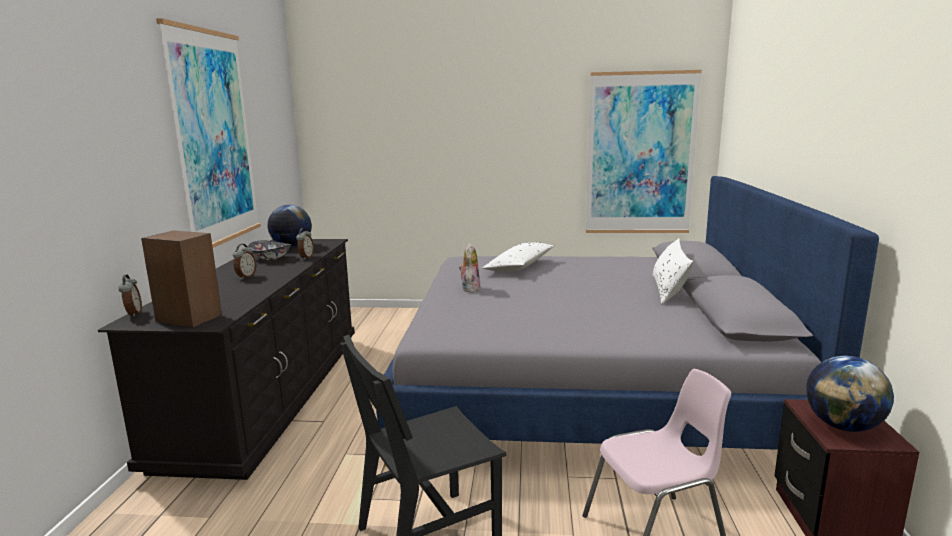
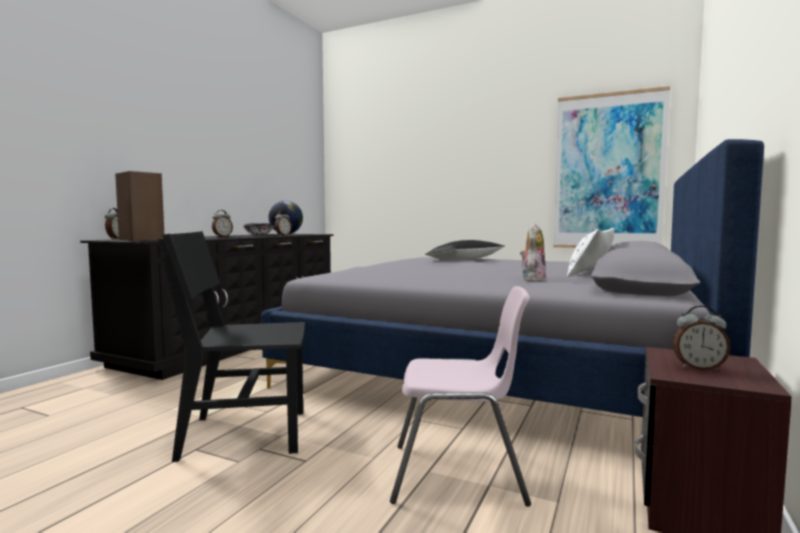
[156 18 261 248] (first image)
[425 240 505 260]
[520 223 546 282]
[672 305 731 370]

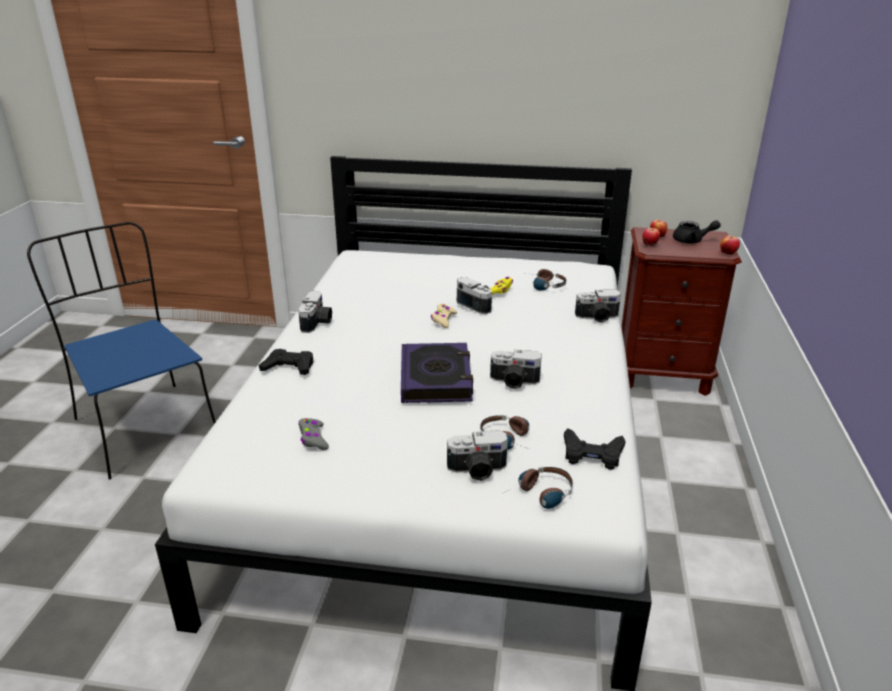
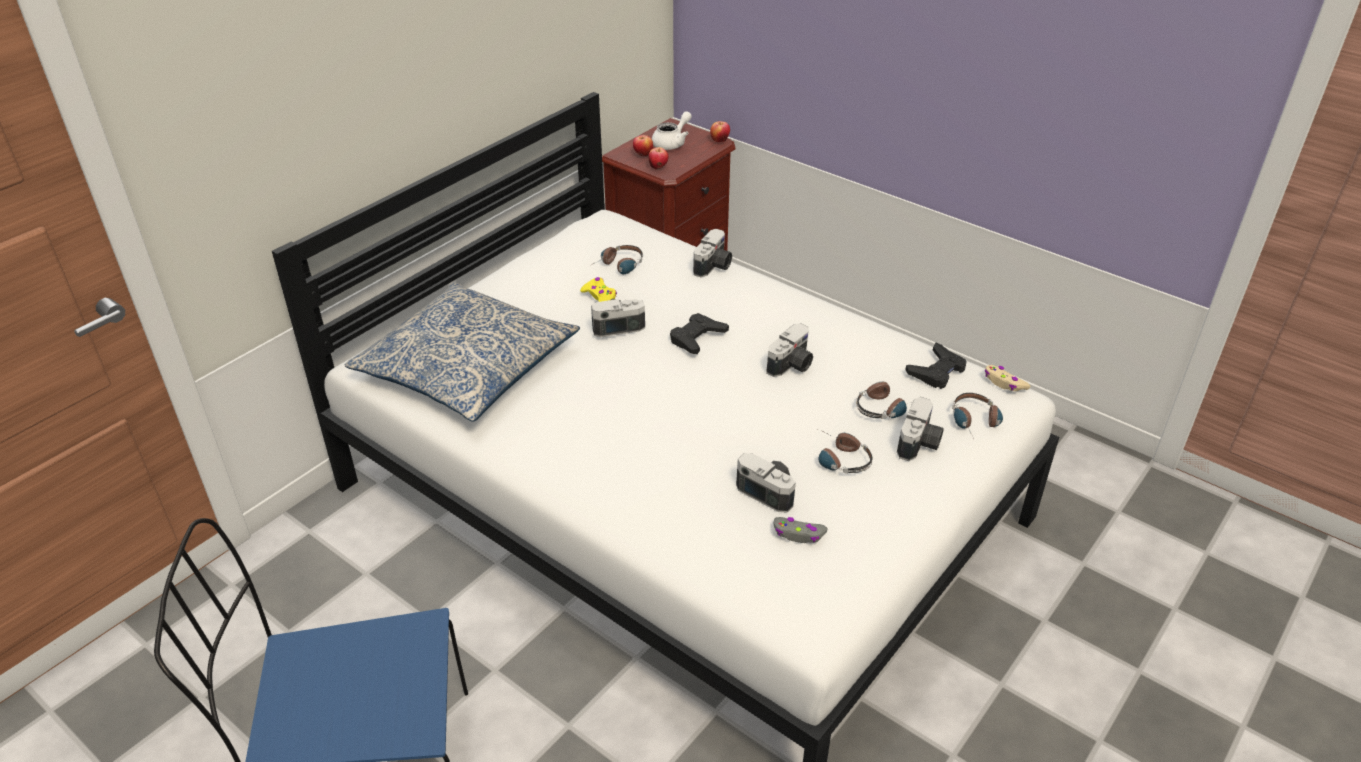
[652 111 692 150]
[736 453 796 513]
[985 365 1031 391]
[401 343 473 403] (first image)
[670 313 729 354]
[345 282 580 422]
[818 429 873 474]

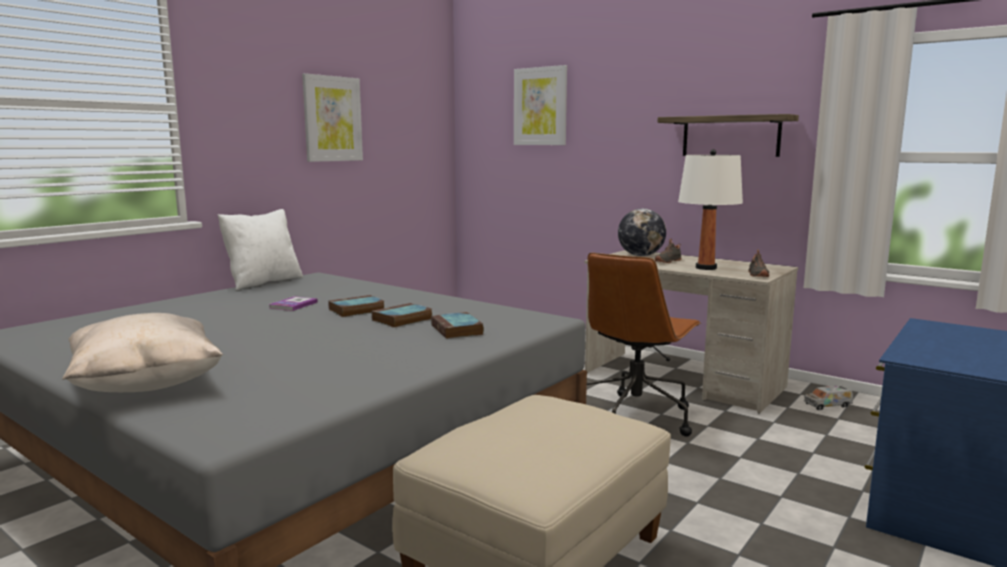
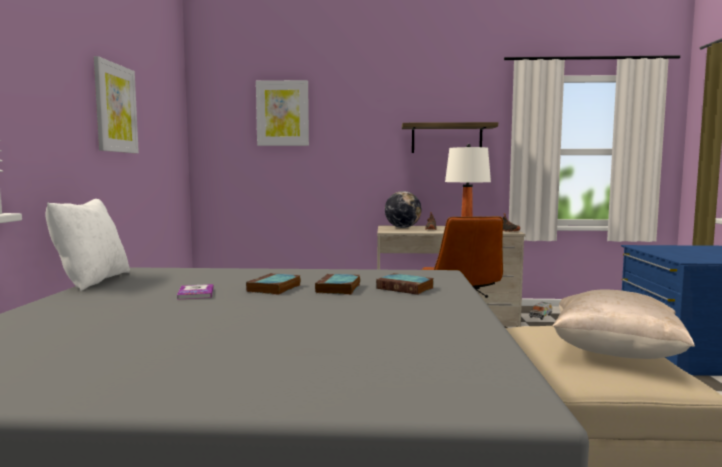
[552 289 695 359]

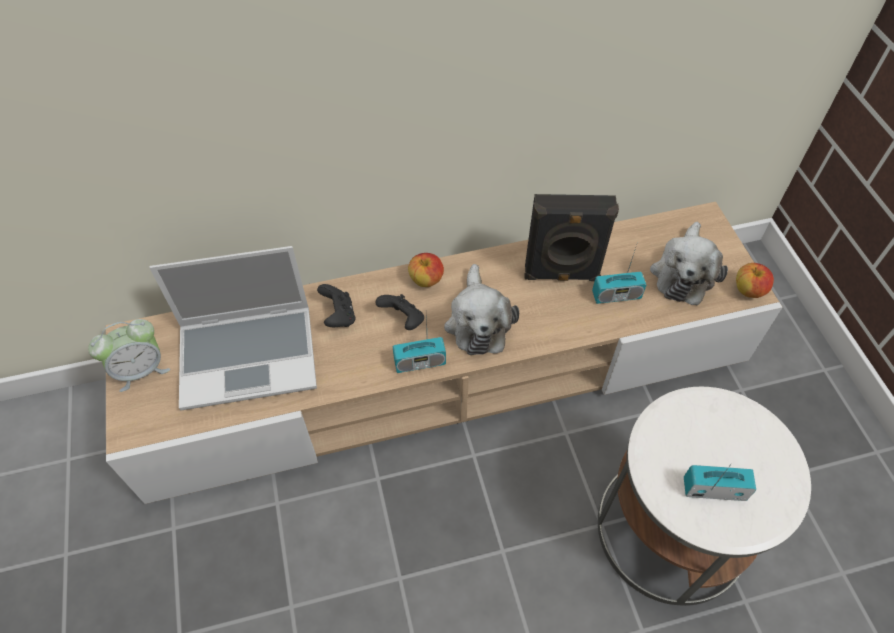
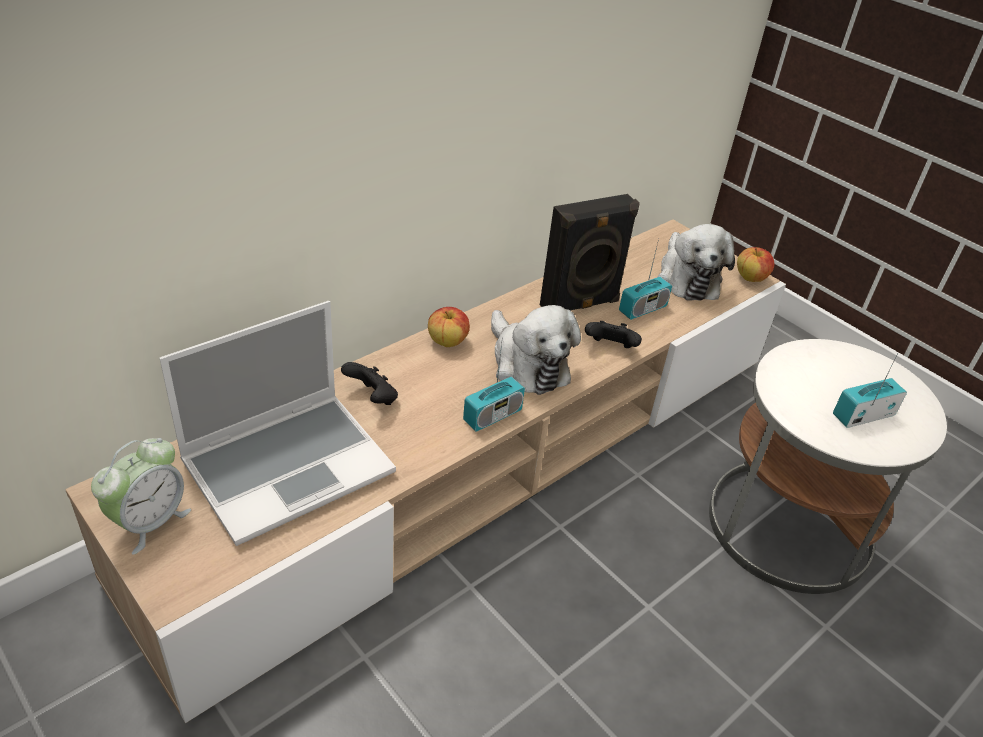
[585 321 642 348]

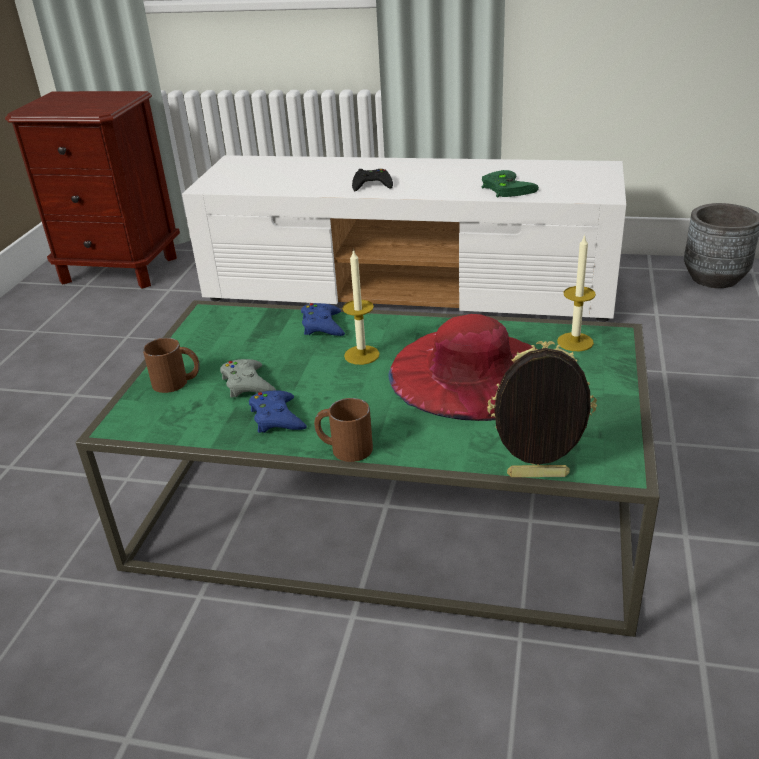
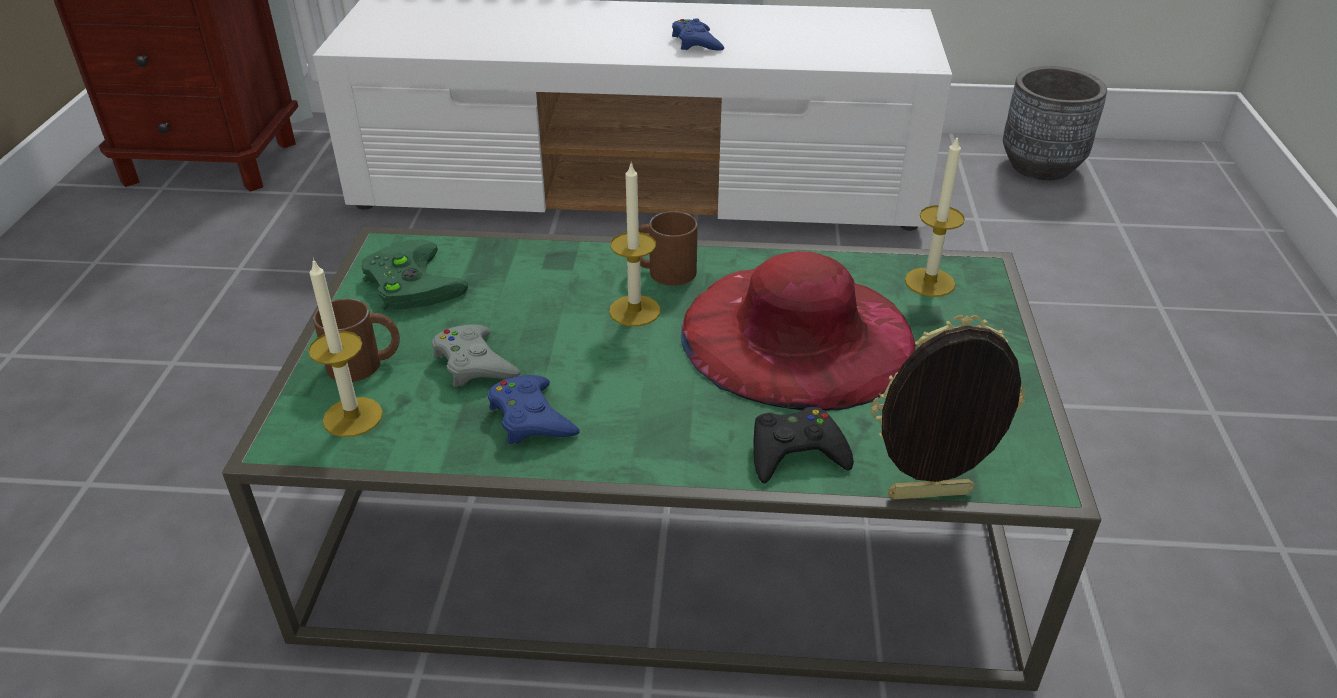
[753 407 854 483]
[362 239 468 310]
[672 18 724 51]
[639 211 698 286]
[308 258 383 437]

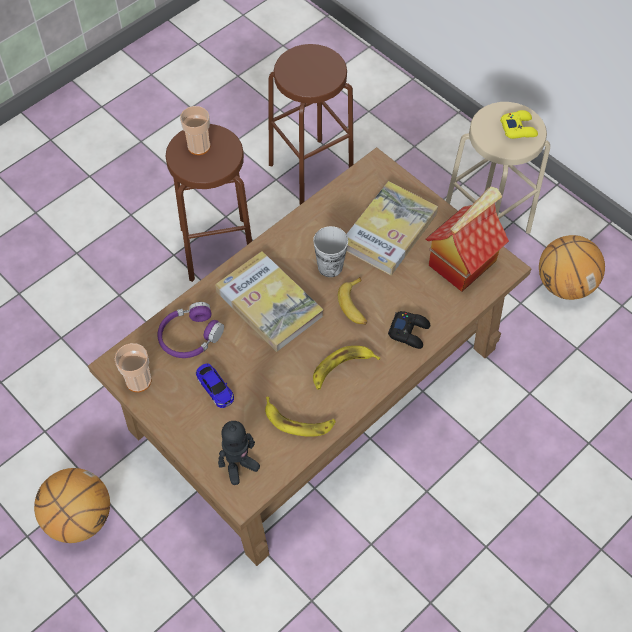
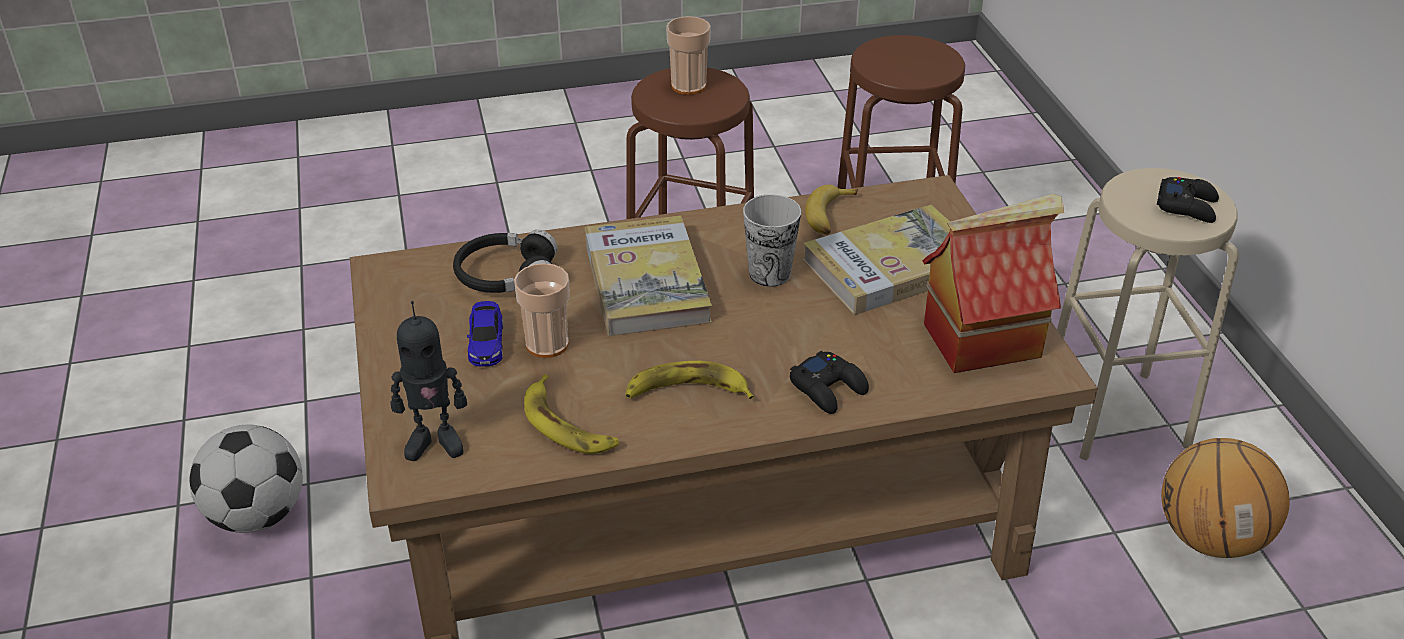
[1157 177 1219 223]
[805 185 858 235]
[453 230 558 293]
[514 263 570 358]
[189 425 303 533]

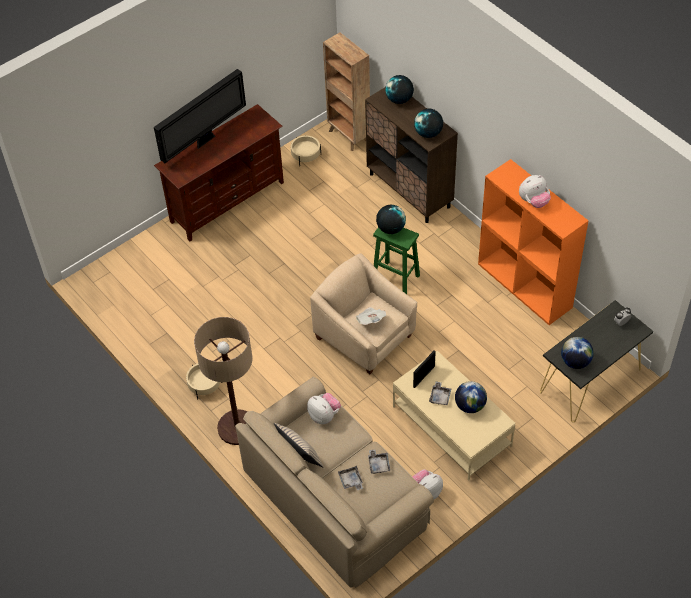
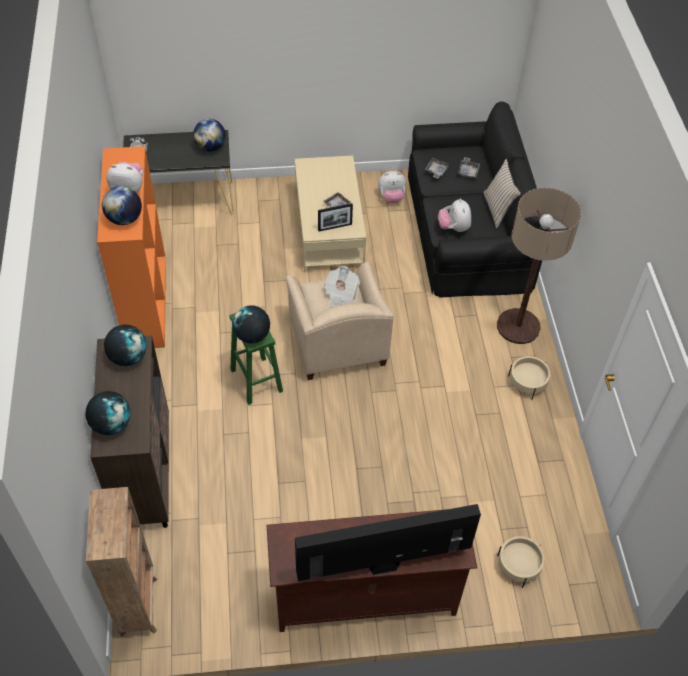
[497 536 545 588]
[408 102 550 298]
[102 186 142 225]

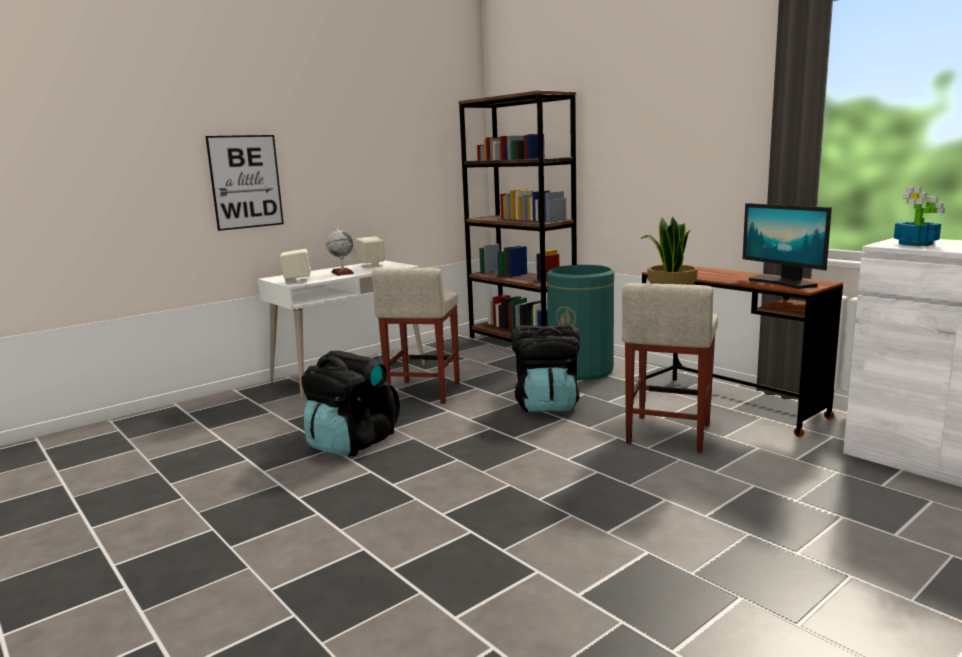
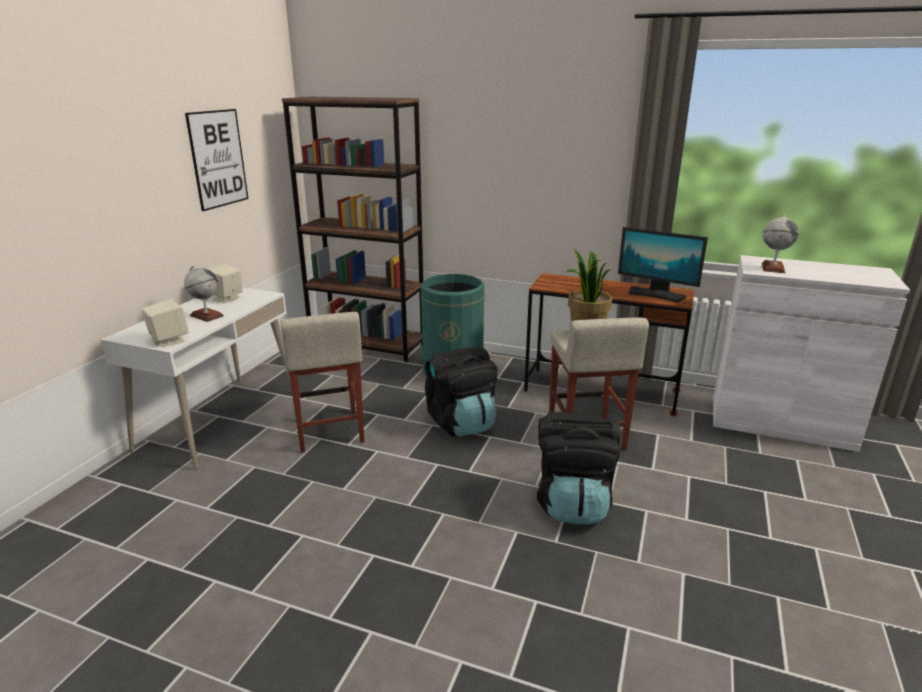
[185 109 248 211]
[762 215 799 273]
[537 412 620 524]

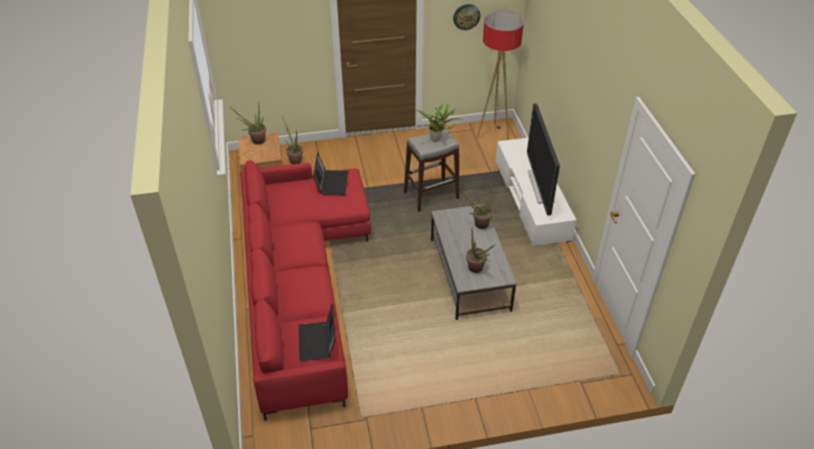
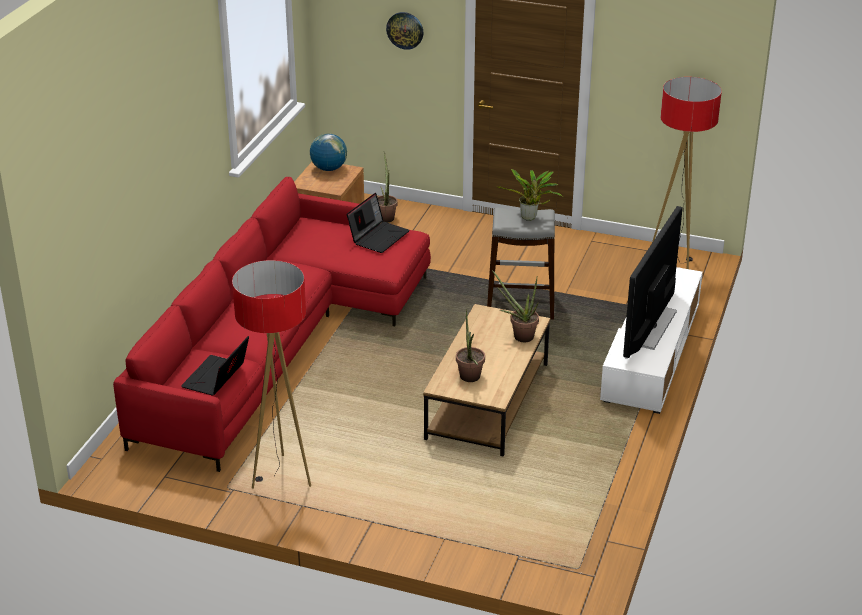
[386 12 423 50]
[310 133 347 171]
[423 304 550 456]
[232 260 311 489]

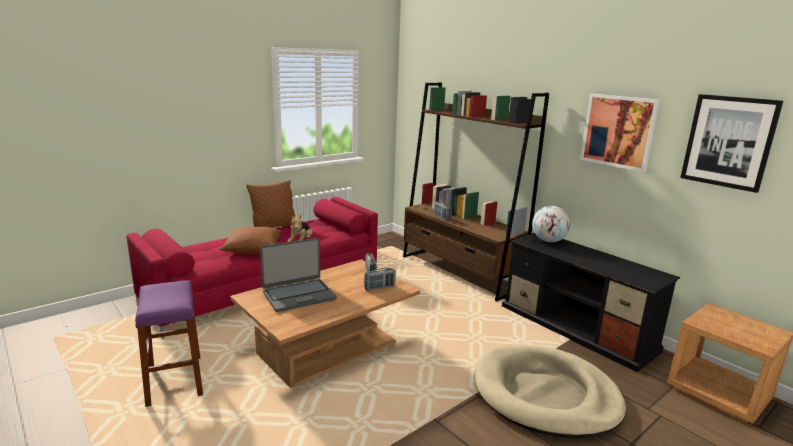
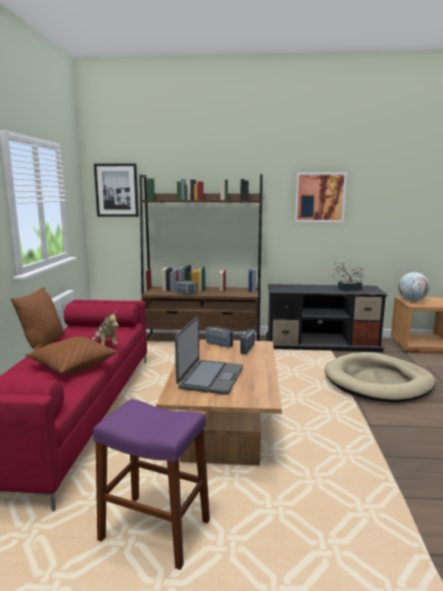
[94 163 139 217]
[398 272 430 301]
[332 262 365 291]

